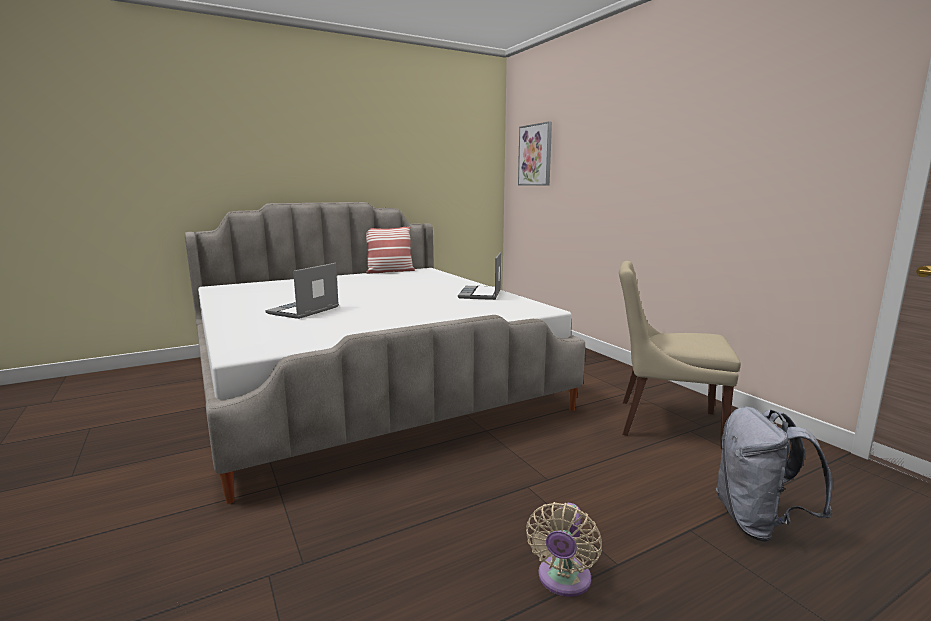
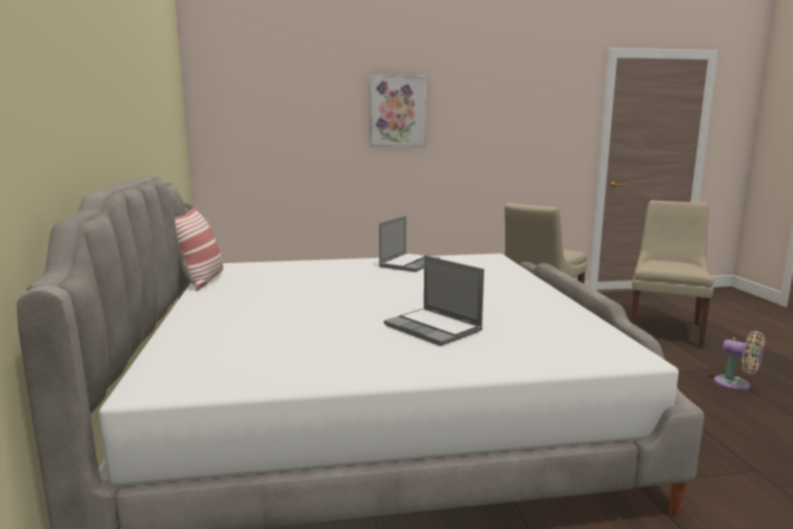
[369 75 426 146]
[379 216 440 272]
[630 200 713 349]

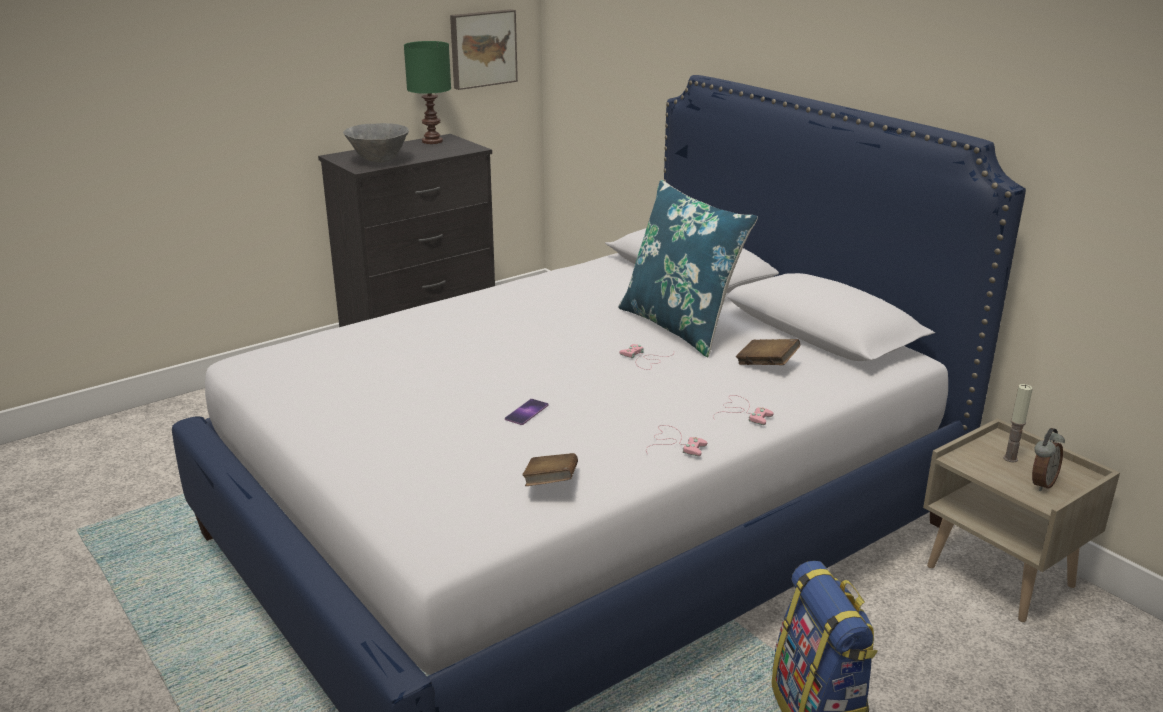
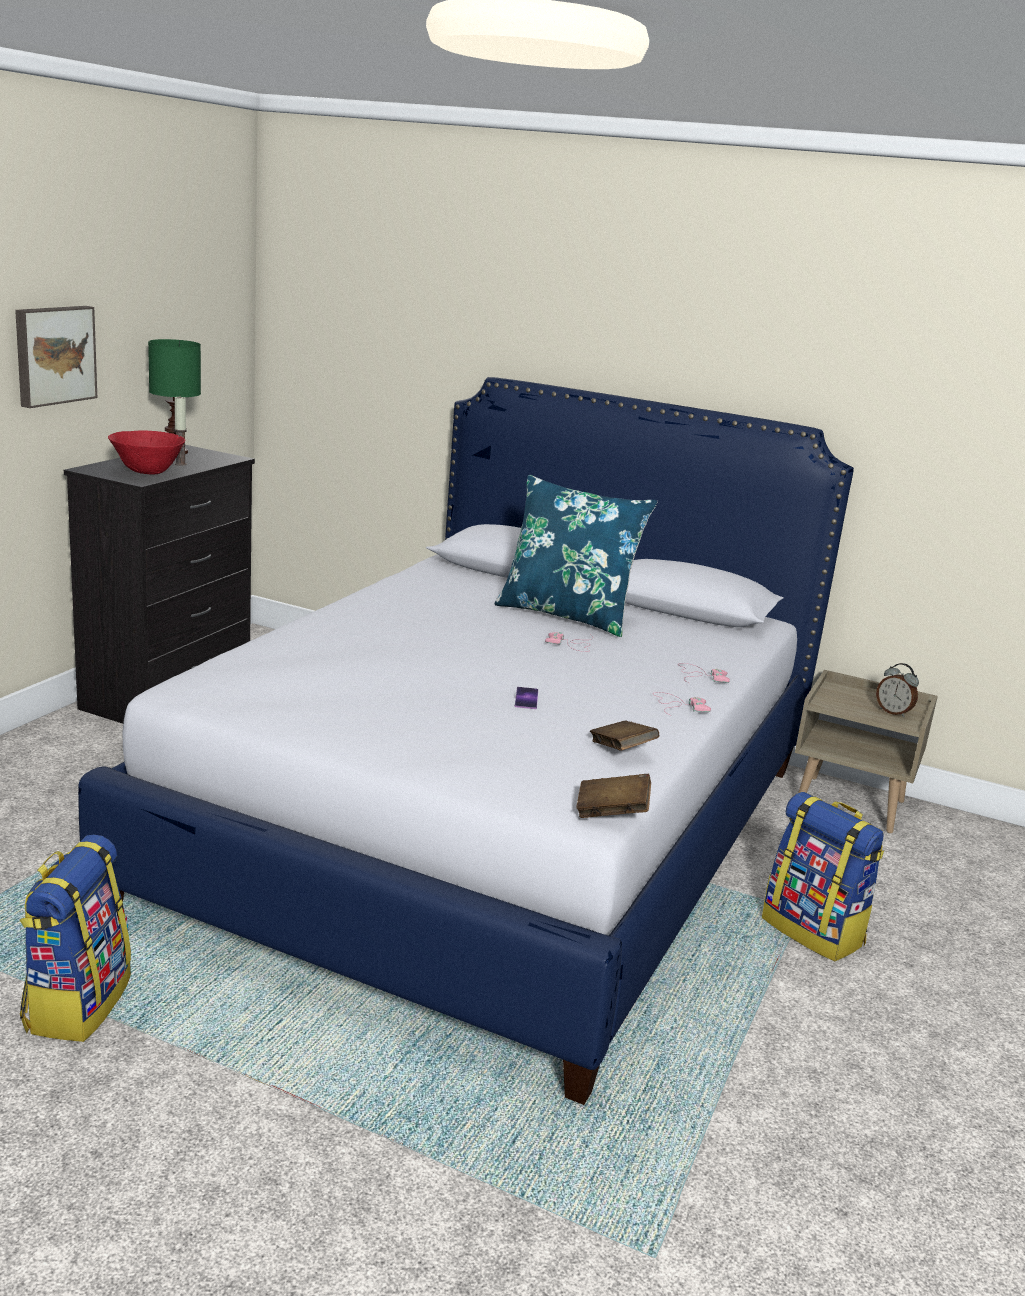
[15 306 97 408]
[108 431 186 475]
[576 774 651 818]
[174 397 187 466]
[876 663 919 717]
[20 835 131 1042]

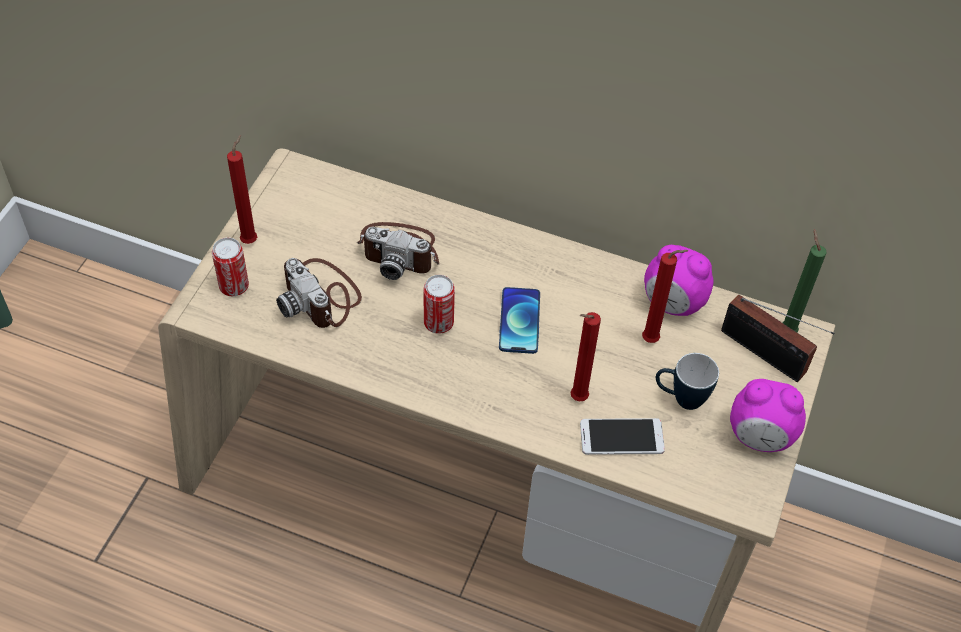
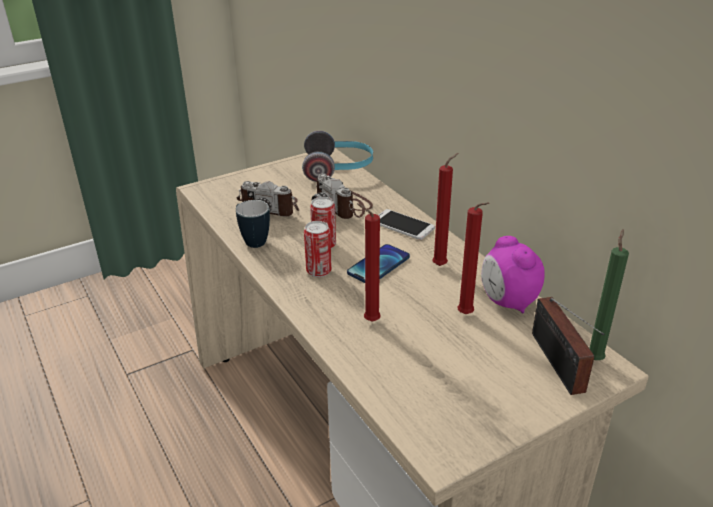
[432 153 459 266]
[304 221 332 277]
[237 181 299 216]
[236 200 270 248]
[730 379 806 452] (first image)
[378 209 435 240]
[302 131 373 182]

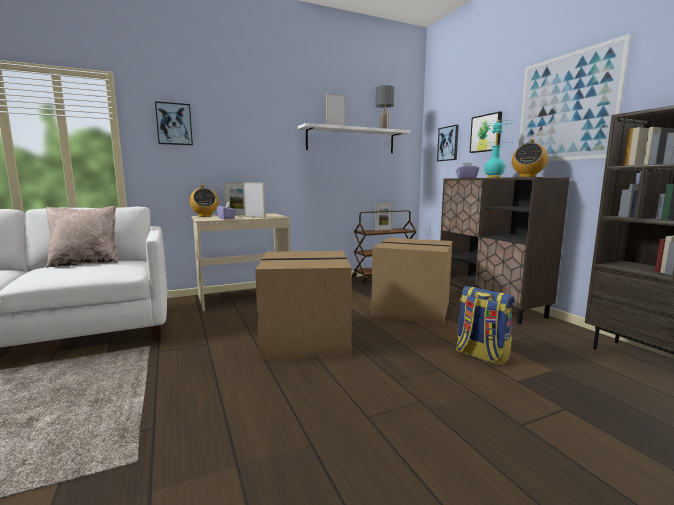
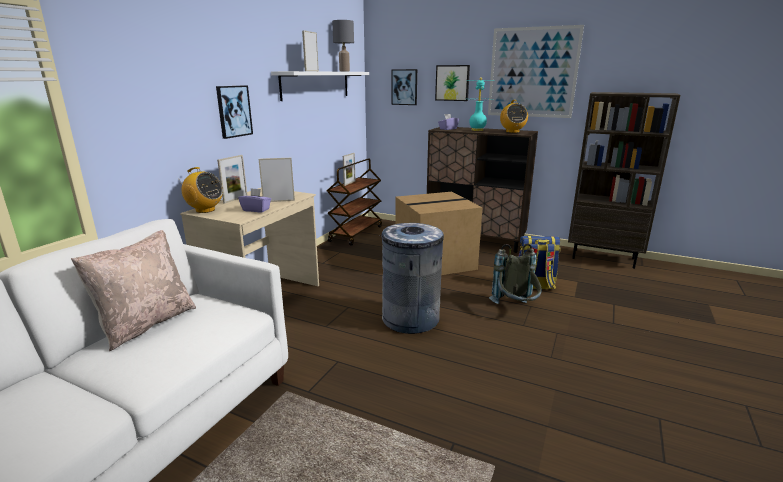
[216 85 253 139]
[381 223 444 334]
[489 243 542 304]

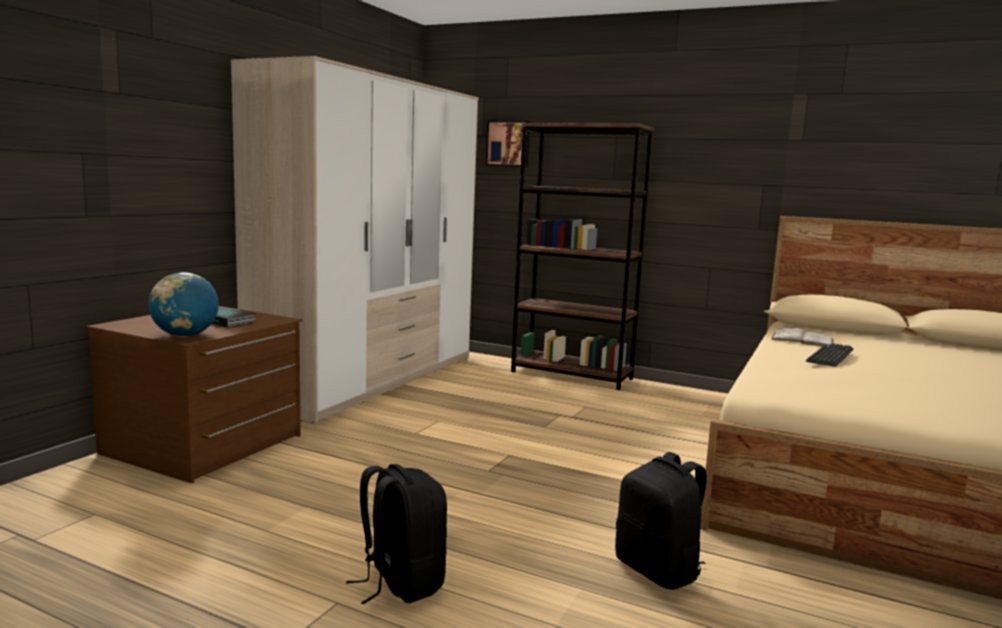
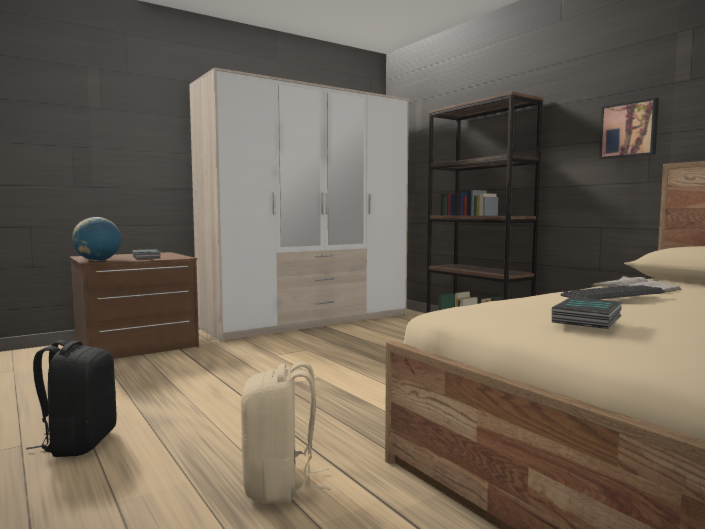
[599 97 659 159]
[241 361 331 504]
[552 297 622 329]

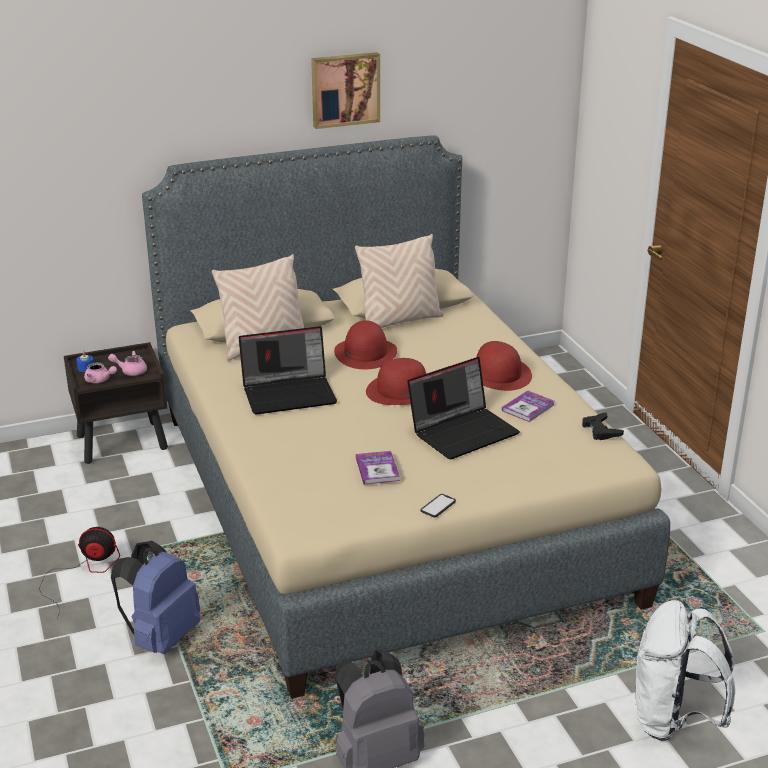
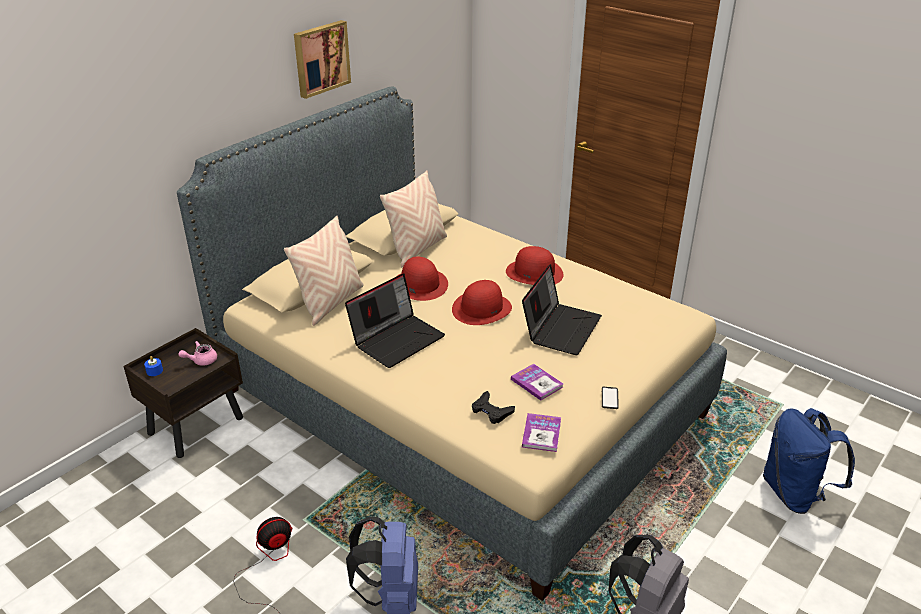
[84 362 117 383] (first image)
[522 413 561 452]
[472 391 515 424]
[763 408 855 514]

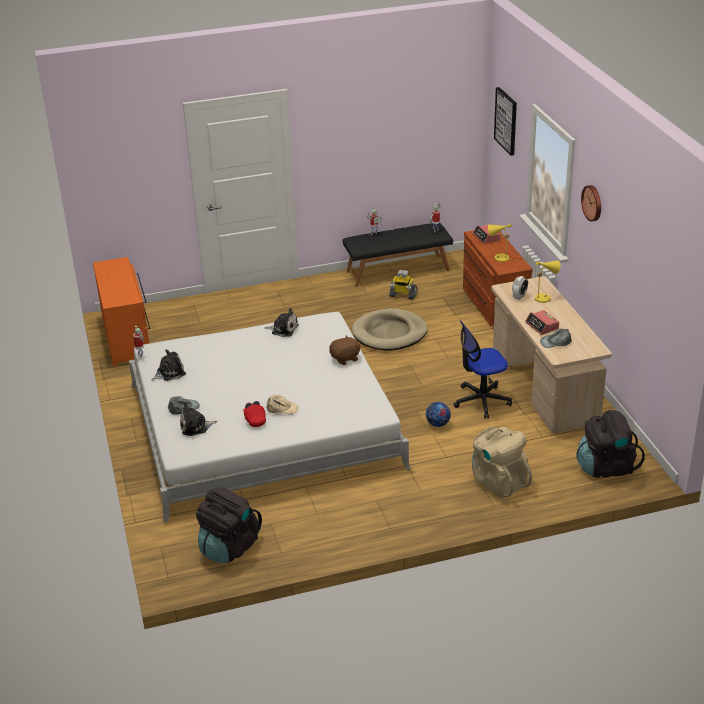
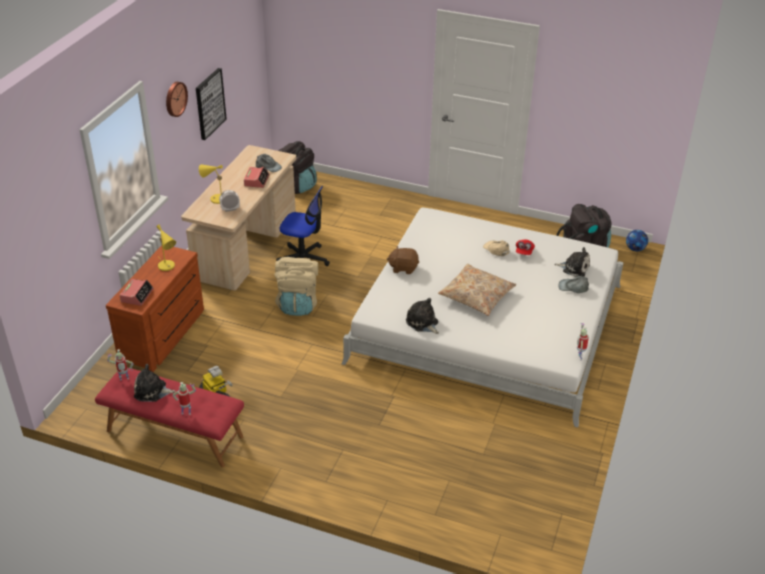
[196 68 227 140]
[95 368 244 467]
[93 257 150 366] (first image)
[352 308 428 351] (first image)
[134 364 176 402]
[626 230 648 251]
[274 257 318 316]
[438 264 516 316]

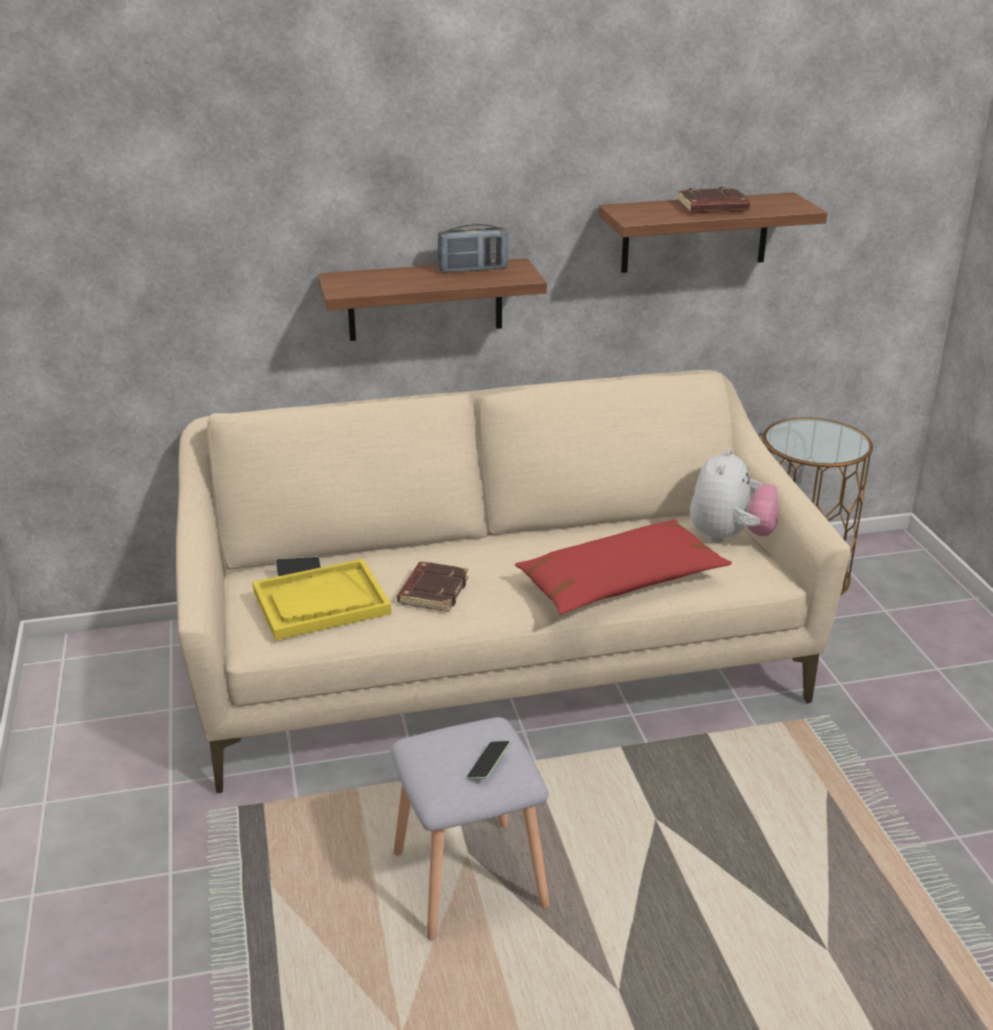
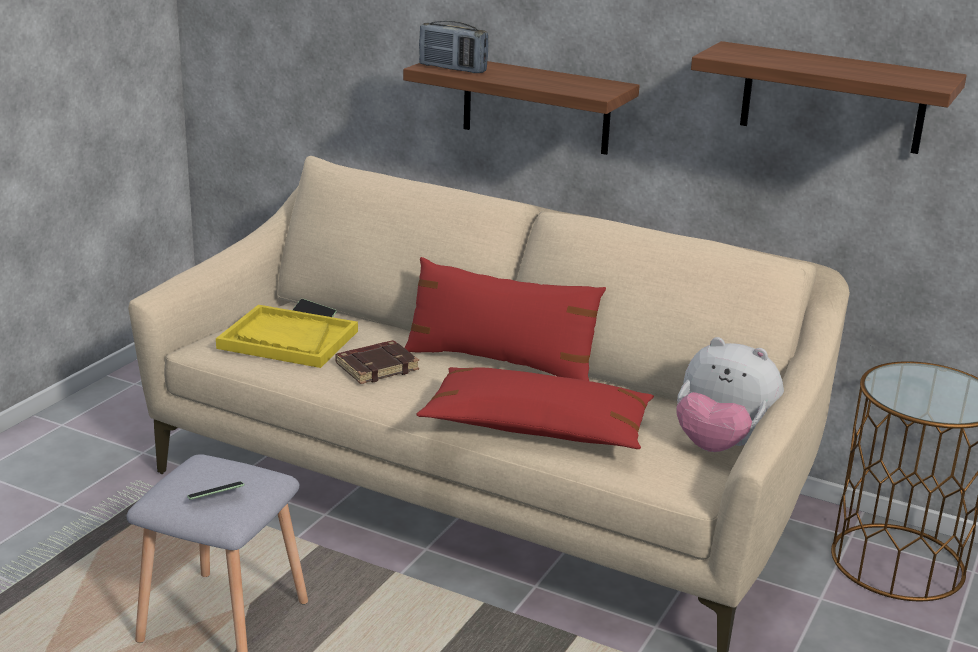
[677 187 750 213] (first image)
[419 21 488 73]
[676 337 784 452]
[404 257 606 381]

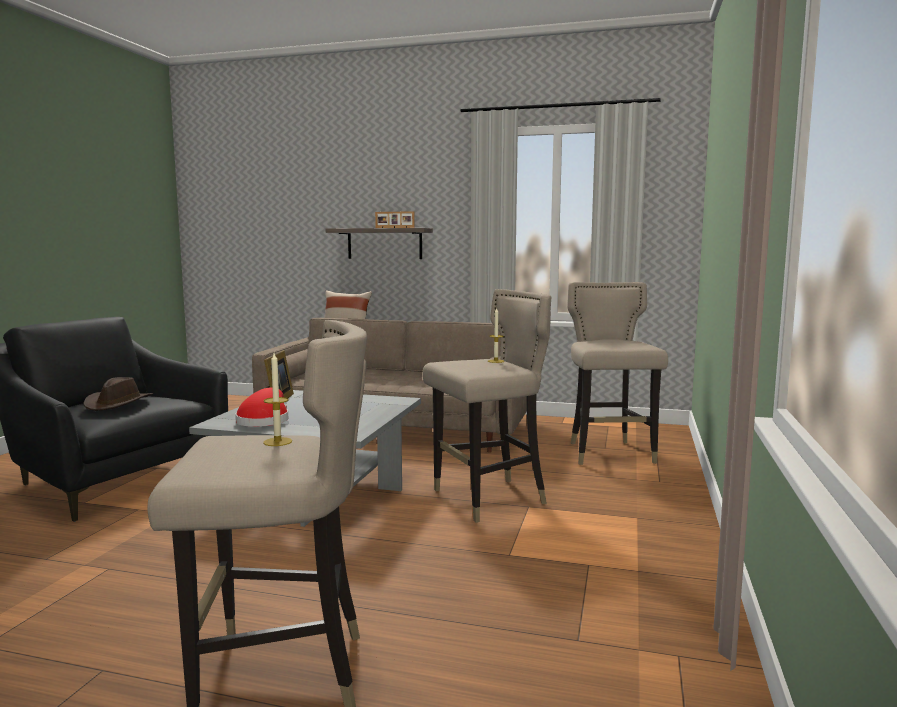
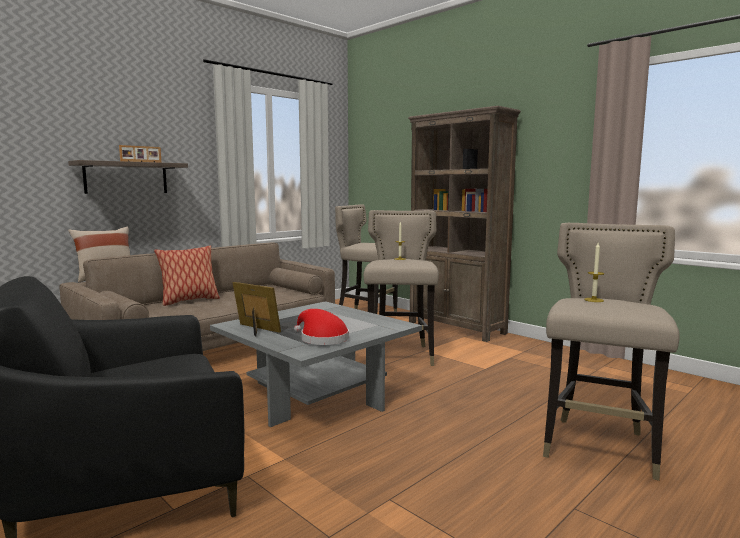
[83 377 153 411] (first image)
[408 106 521 342]
[154 245 220 306]

